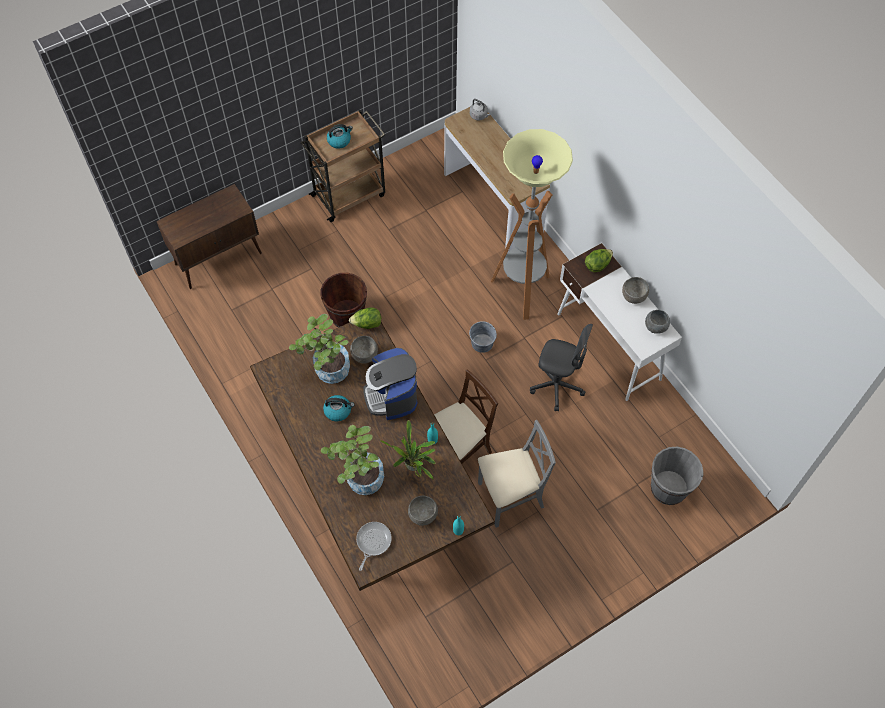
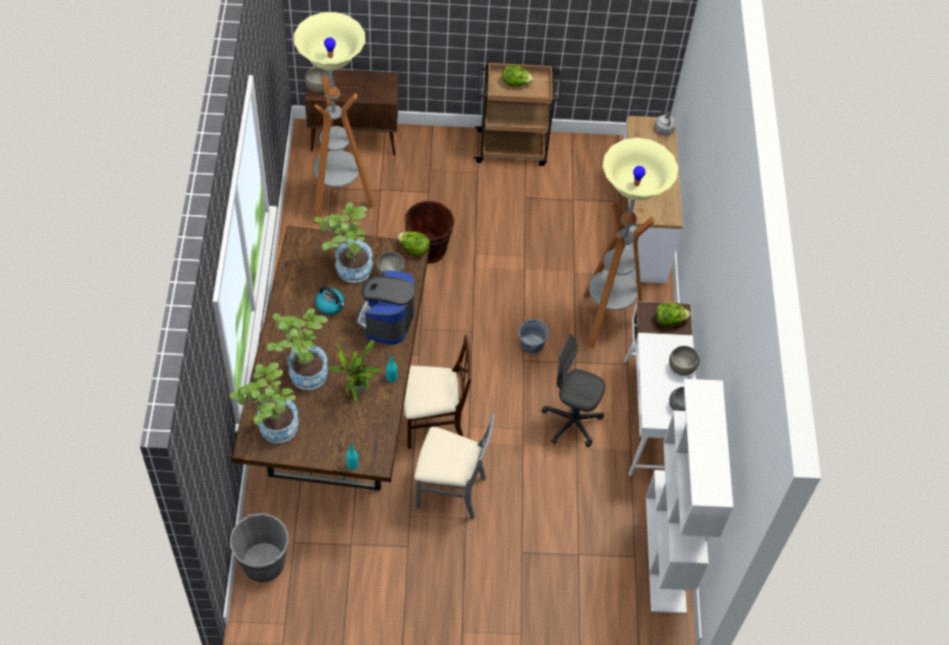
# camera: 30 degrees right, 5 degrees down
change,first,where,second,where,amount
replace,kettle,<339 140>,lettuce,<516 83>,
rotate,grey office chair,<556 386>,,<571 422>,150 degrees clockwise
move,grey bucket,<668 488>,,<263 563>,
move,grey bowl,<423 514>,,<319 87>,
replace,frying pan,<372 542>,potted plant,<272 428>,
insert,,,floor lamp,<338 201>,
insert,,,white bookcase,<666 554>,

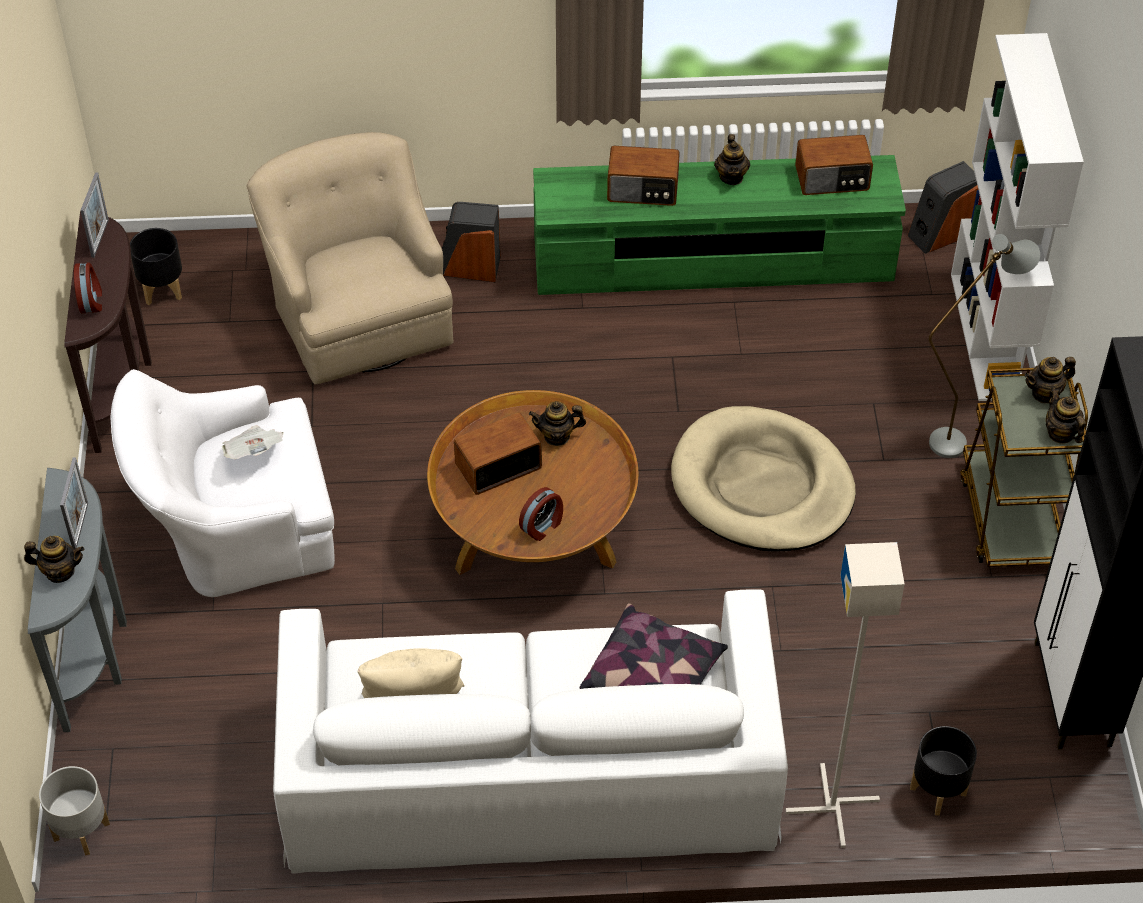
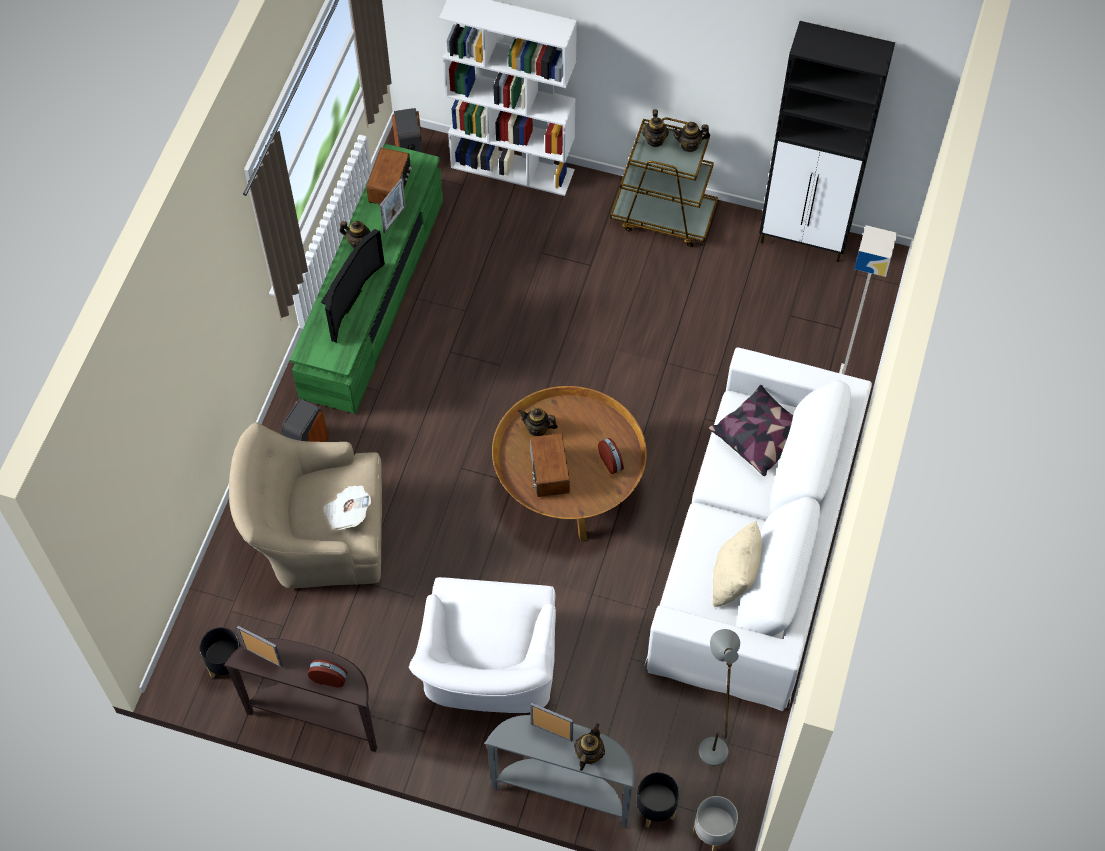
# camera: 70 degrees left, 10 degrees up
change,first,where,second,where,amount
replace,radio,<643 190>,television,<346 299>,
move,grey floor lamp,<959 438>,,<711 741>,
rotate,teapot,<557 436>,,<537 429>,90 degrees clockwise
delete,beige dog bed,<762 486>,,,
move,newspaper,<254 452>,,<347 513>,
move,black planter,<938 791>,,<656 809>,
insert,,,picture frame,<394 219>,

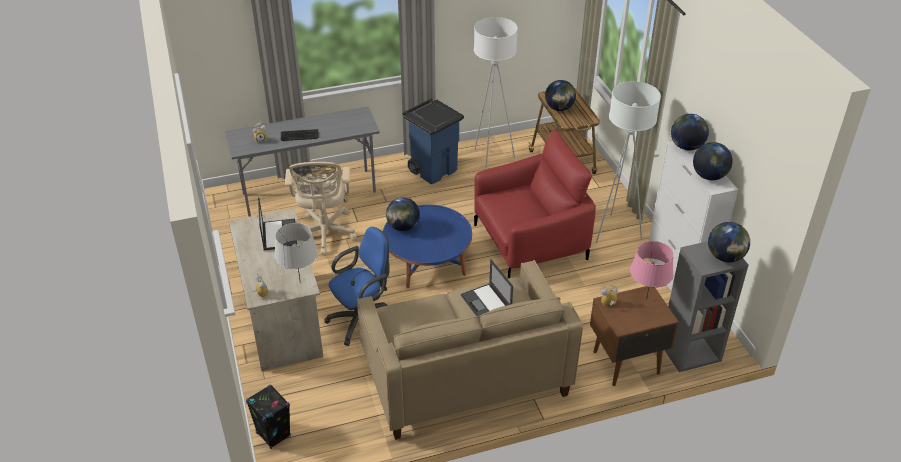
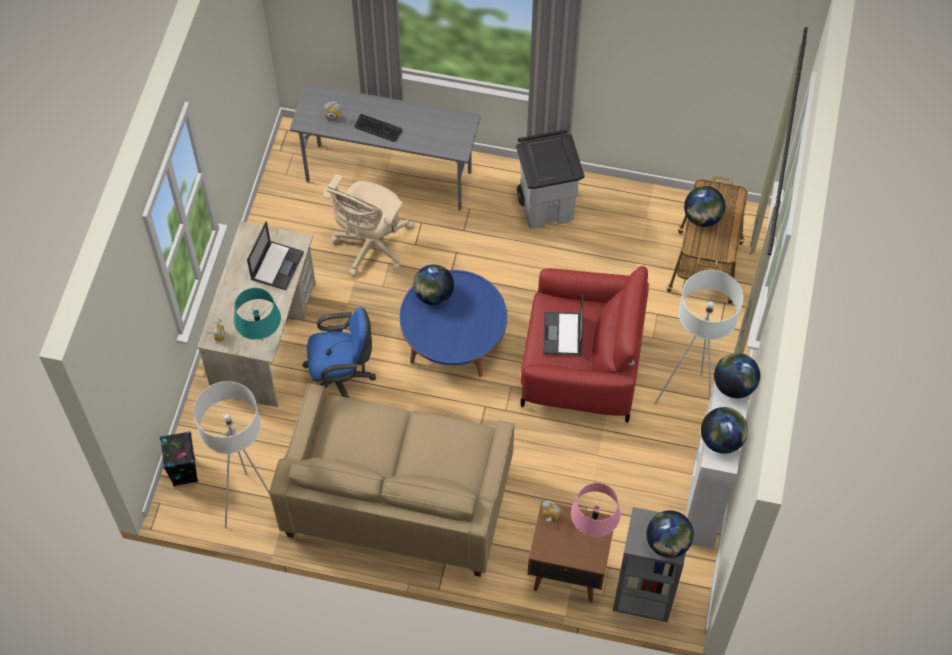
# camera: 30 degrees right, 20 degrees up
change,first,where,second,where,amount
move,white floor lamp,<491 160>,,<252 505>,
recolor,blue trash can,<433 170>,grey trash can,<547 206>,
recolor,grey table lamp,<300 282>,turquoise table lamp,<261 339>,
move,laptop,<486 303>,,<562 334>,

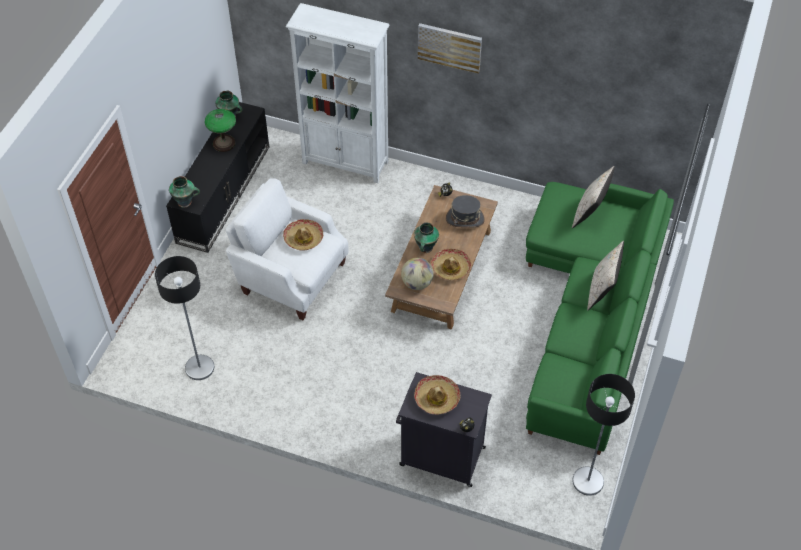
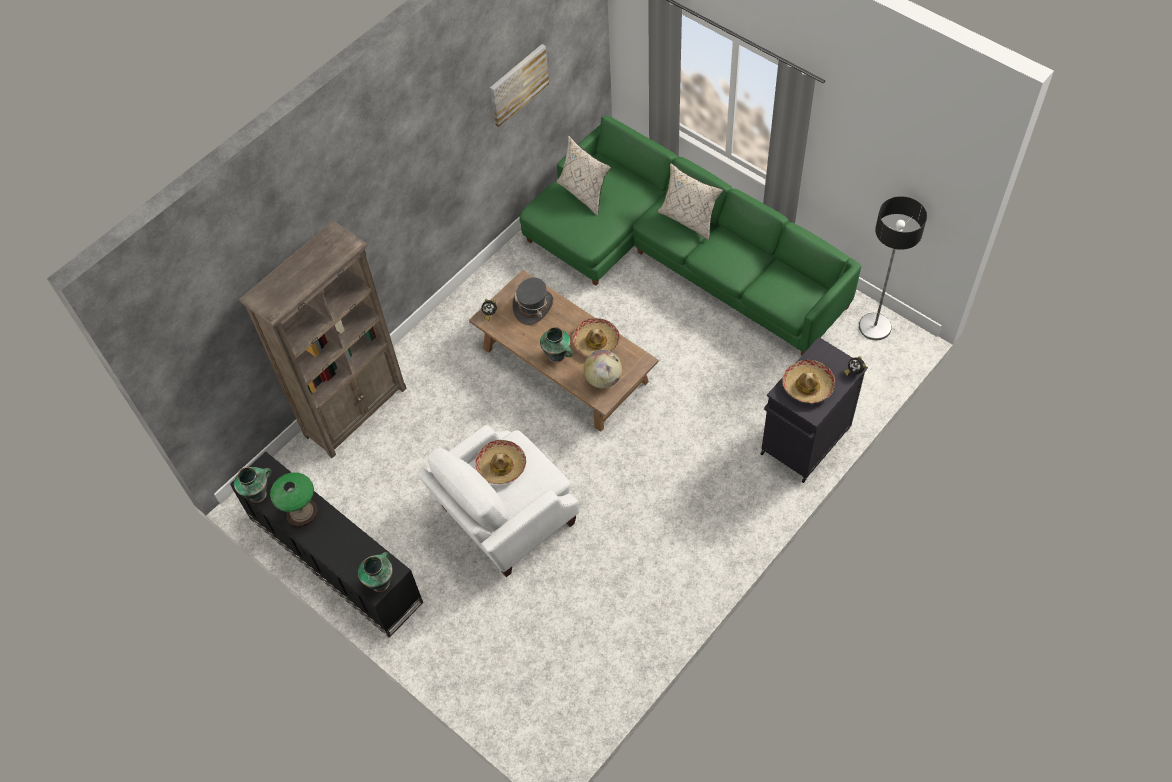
# camera: 65 degrees left, 5 degrees up
change,first,where,second,where,amount
recolor,white bookcase,<346 162>,brown bookcase,<356 411>,
move,picture,<449 47>,,<518 84>,
delete,floor lamp,<200 368>,,,

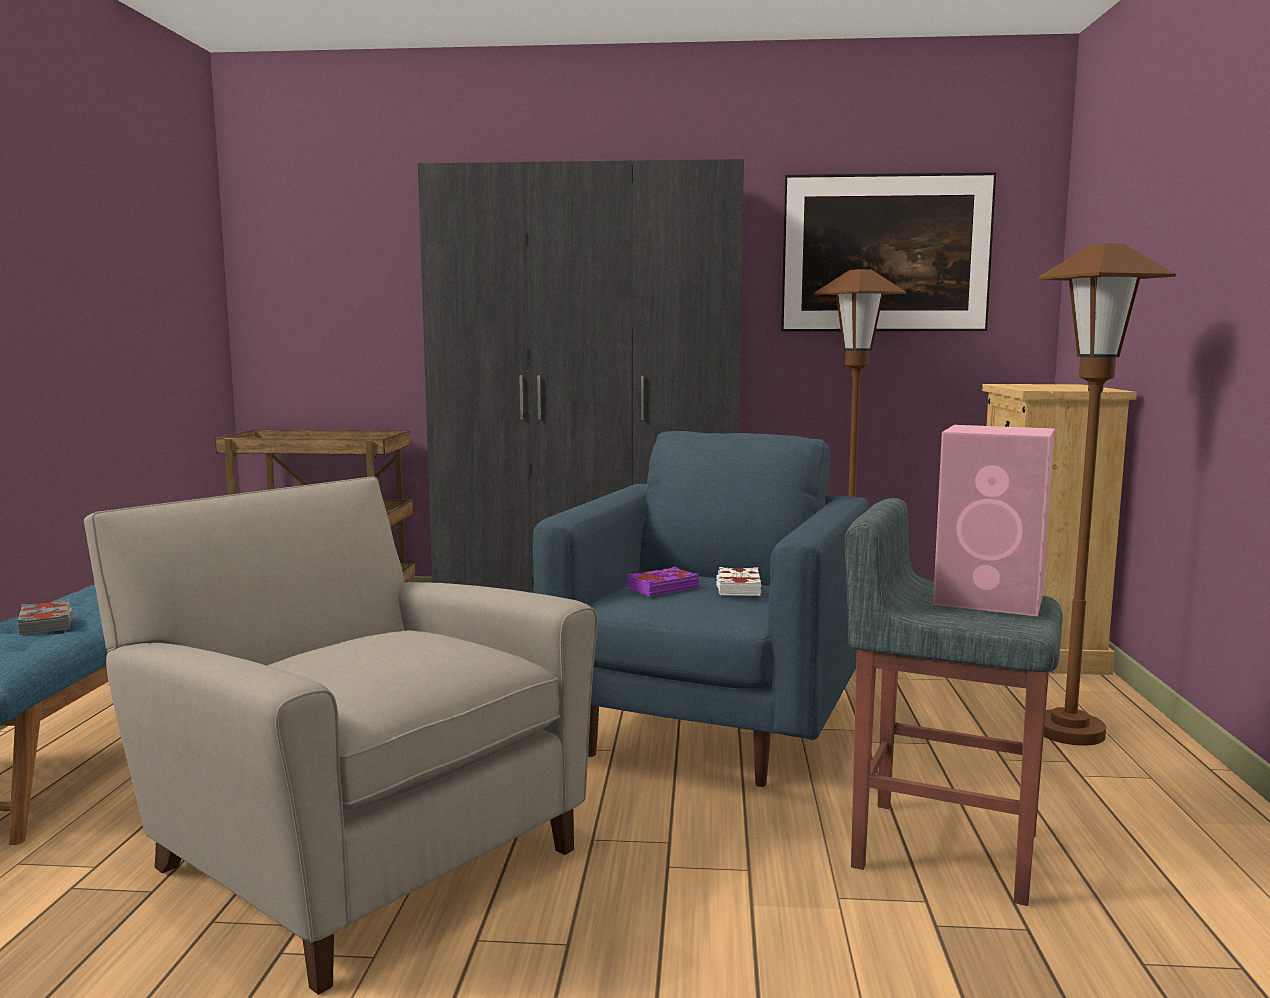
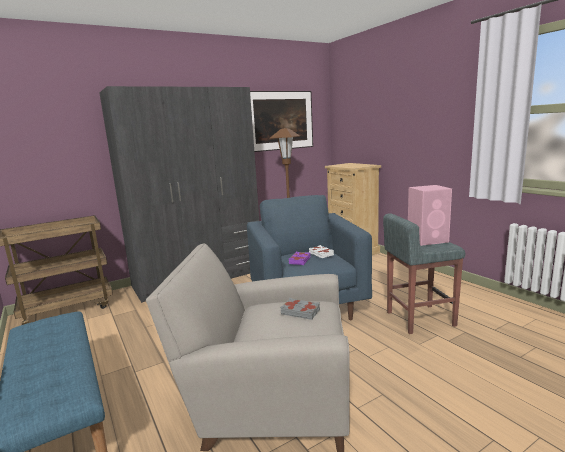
# camera: 35 degrees left, 5 degrees up
change,first,where,second,where,amount
delete,brown floor lamp,<1069 732>,,,
move,grey book,<47 624>,,<300 312>,

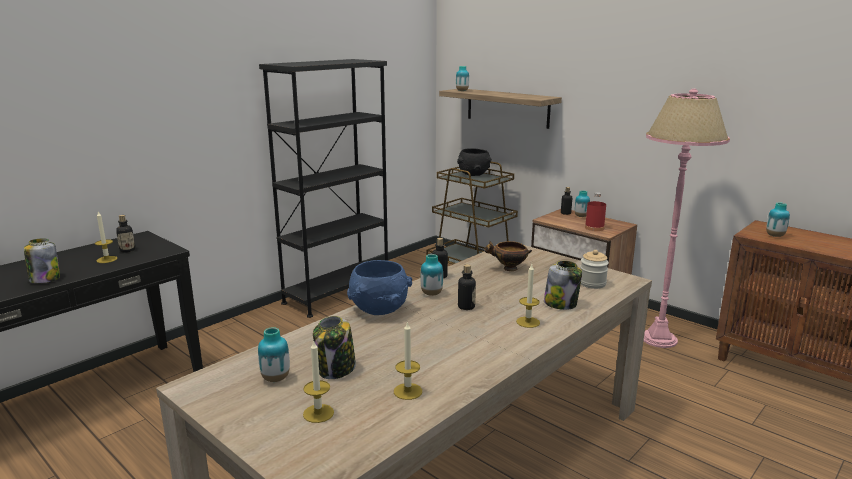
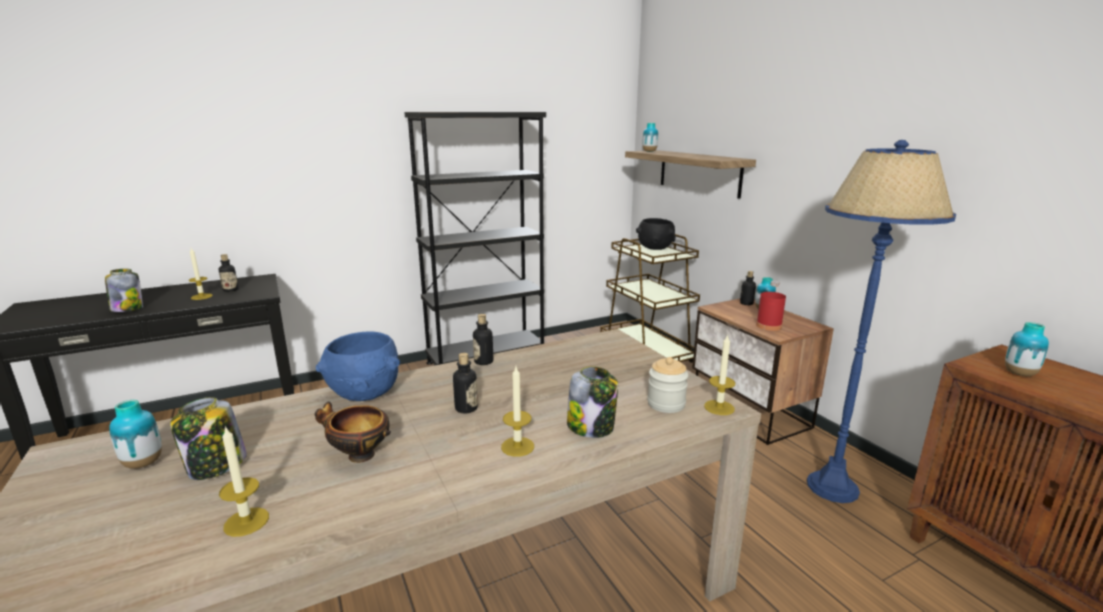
# camera: 20 degrees right, 0 degrees up
change,first,where,second,where,amount
recolor,pink floor lamp,<658 339>,blue floor lamp,<832 487>,
move,bowl,<508 269>,,<358 455>,
delete,vase,<431 294>,,,
move,candle,<318 413>,,<719 407>,

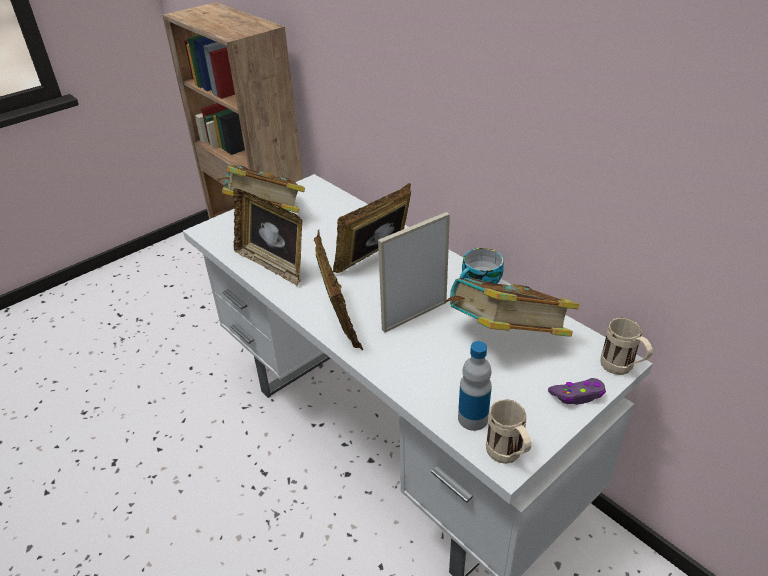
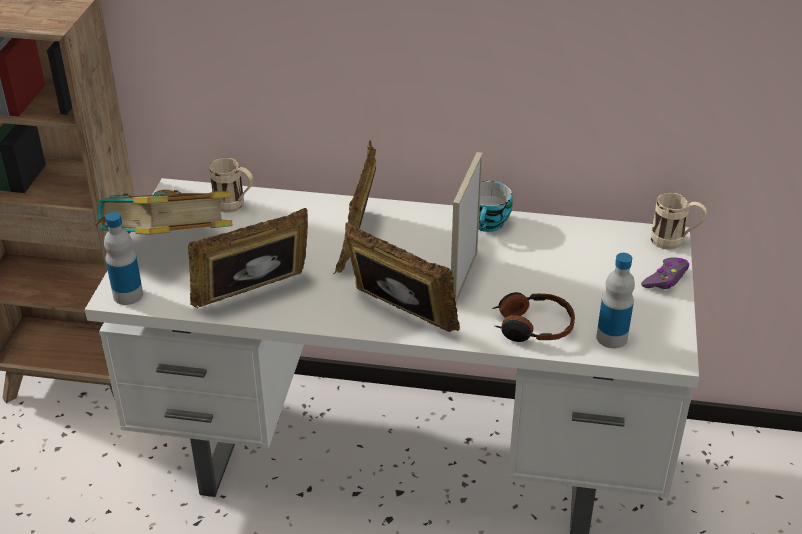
# camera: 40 degrees left, 0 degrees up
change,first,where,second,where,amount
rotate,picture frame,<273 264>,,<254 296>,150 degrees clockwise
delete,book,<505 338>,,,
move,beige mug,<507 456>,,<235 206>,
insert,,,bottle,<128 295>,
insert,,,headphones,<532 326>,

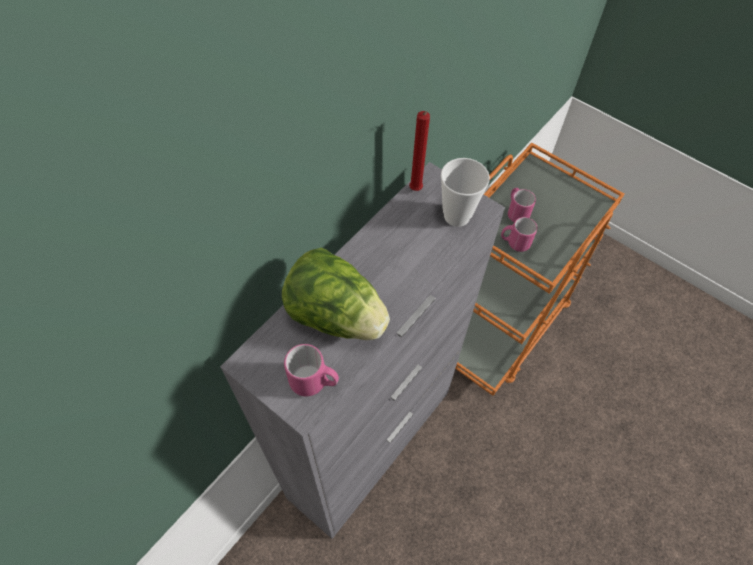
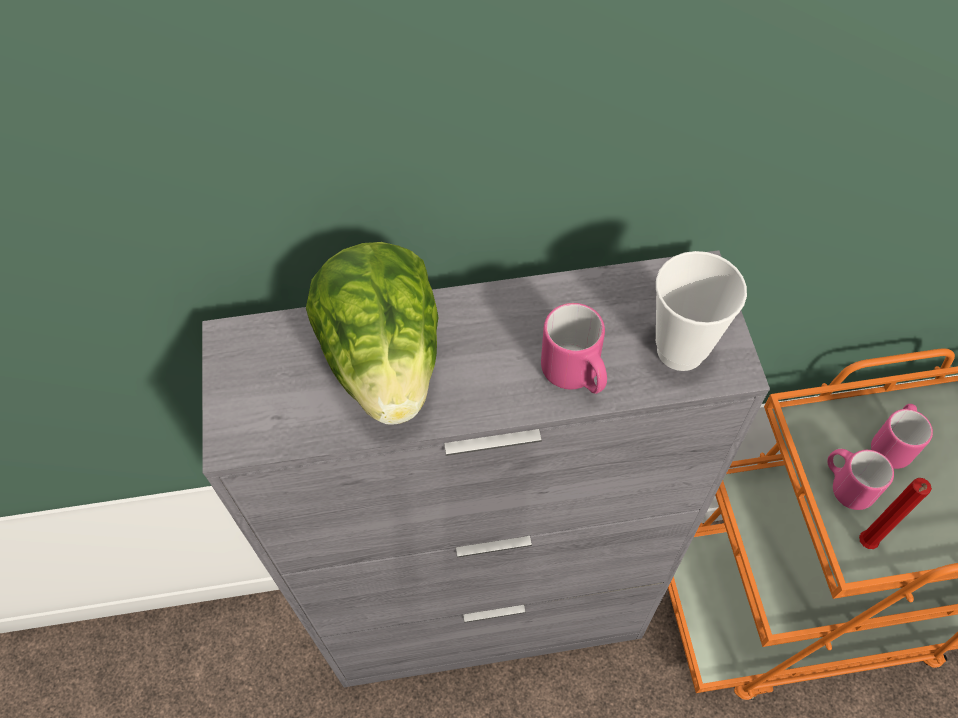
# camera: 45 degrees right, 0 degrees up
change,first,where,second,where,amount
move,red candle,<415 191>,,<864 544>,
move,pink mug,<314 382>,,<575 375>,

